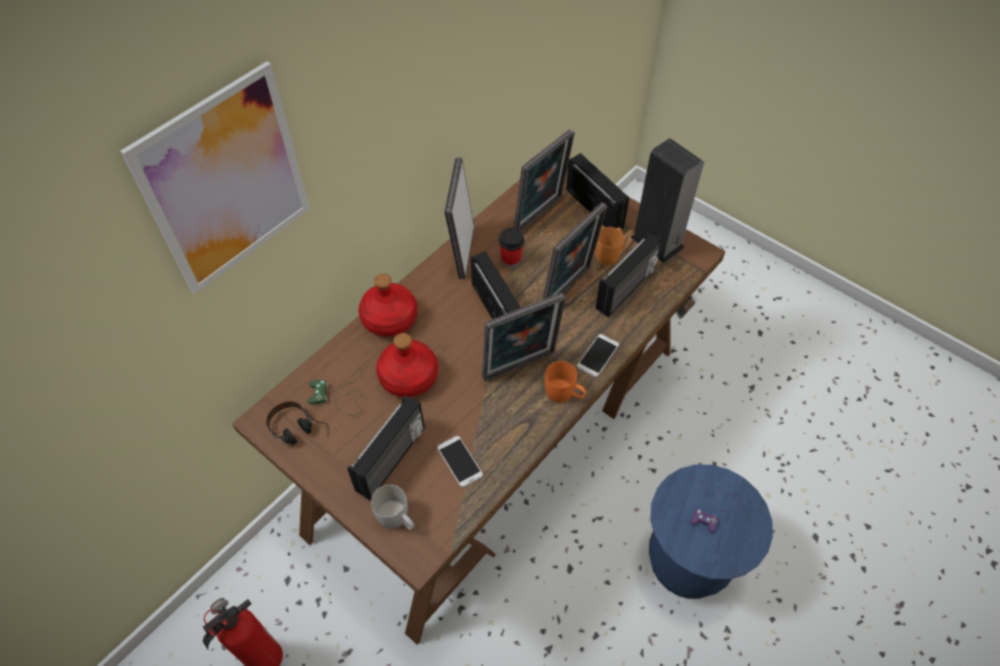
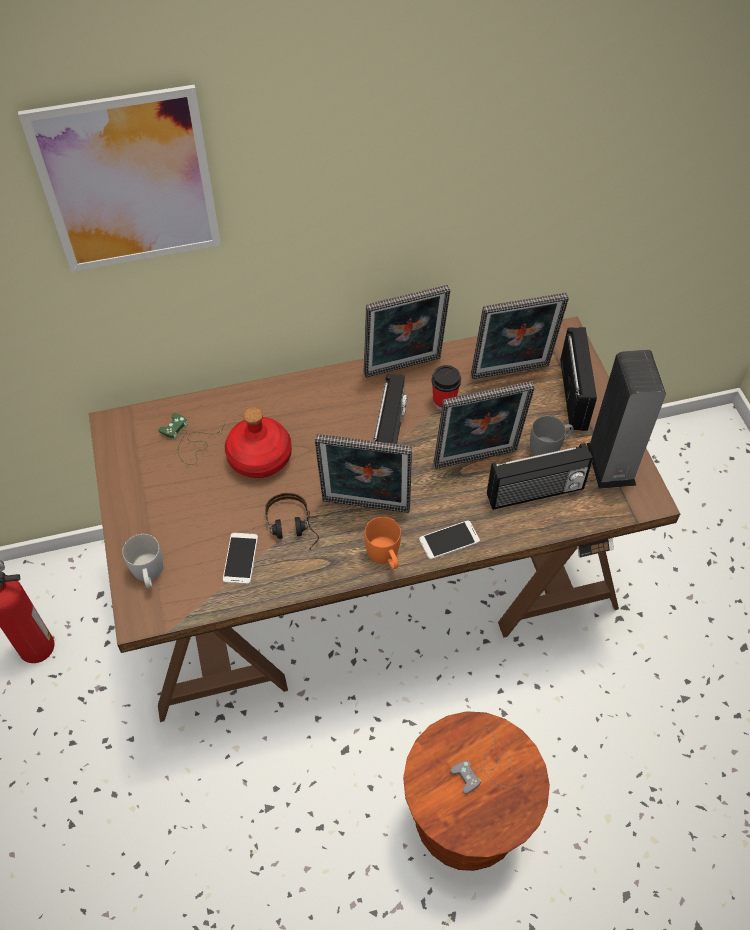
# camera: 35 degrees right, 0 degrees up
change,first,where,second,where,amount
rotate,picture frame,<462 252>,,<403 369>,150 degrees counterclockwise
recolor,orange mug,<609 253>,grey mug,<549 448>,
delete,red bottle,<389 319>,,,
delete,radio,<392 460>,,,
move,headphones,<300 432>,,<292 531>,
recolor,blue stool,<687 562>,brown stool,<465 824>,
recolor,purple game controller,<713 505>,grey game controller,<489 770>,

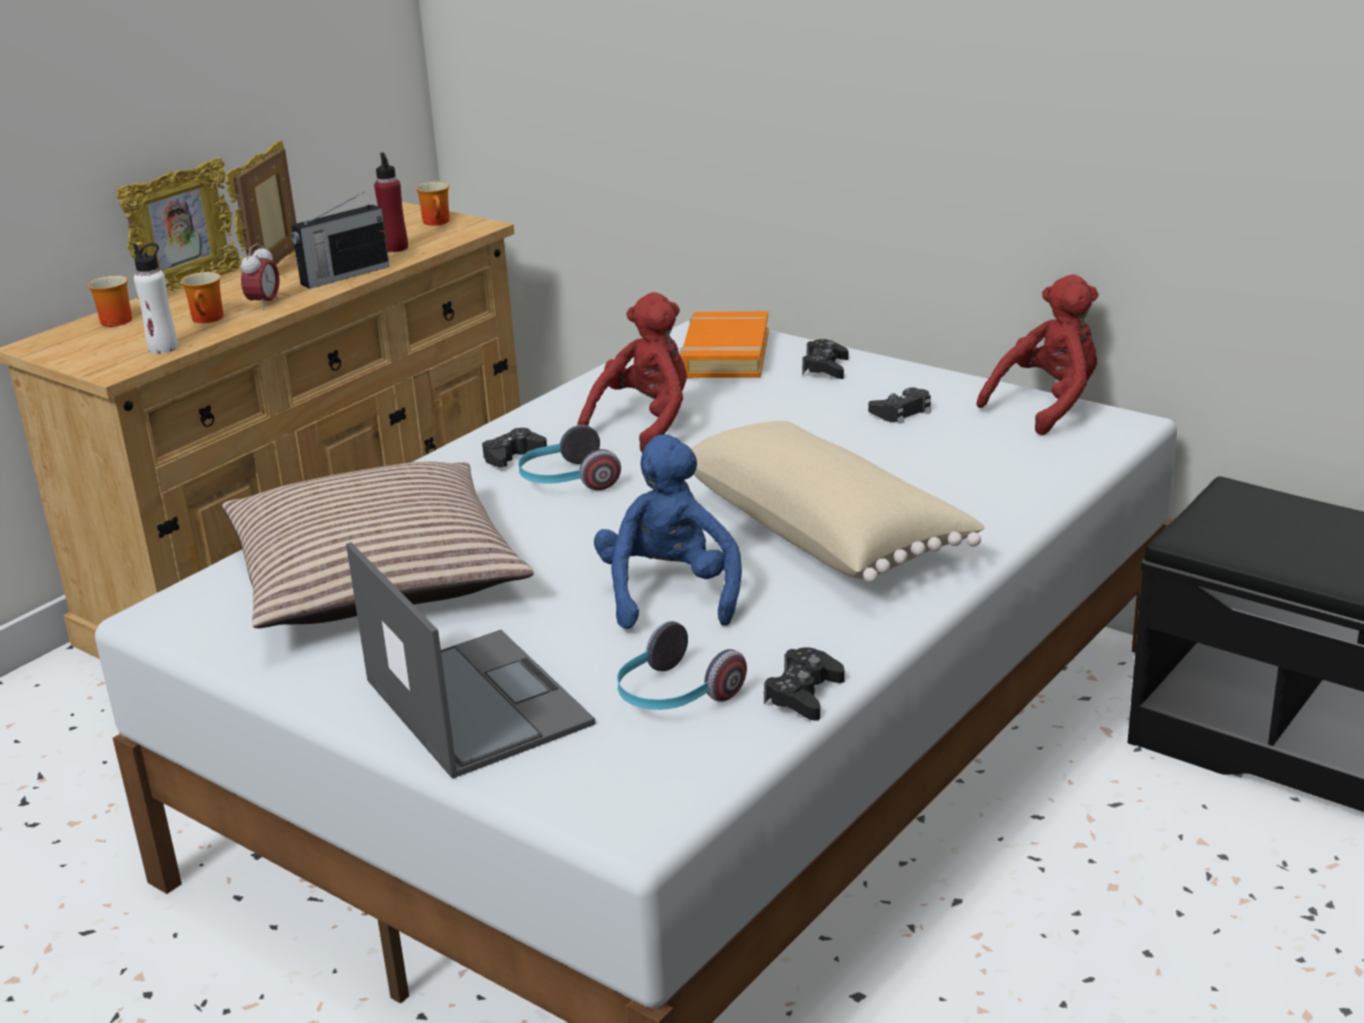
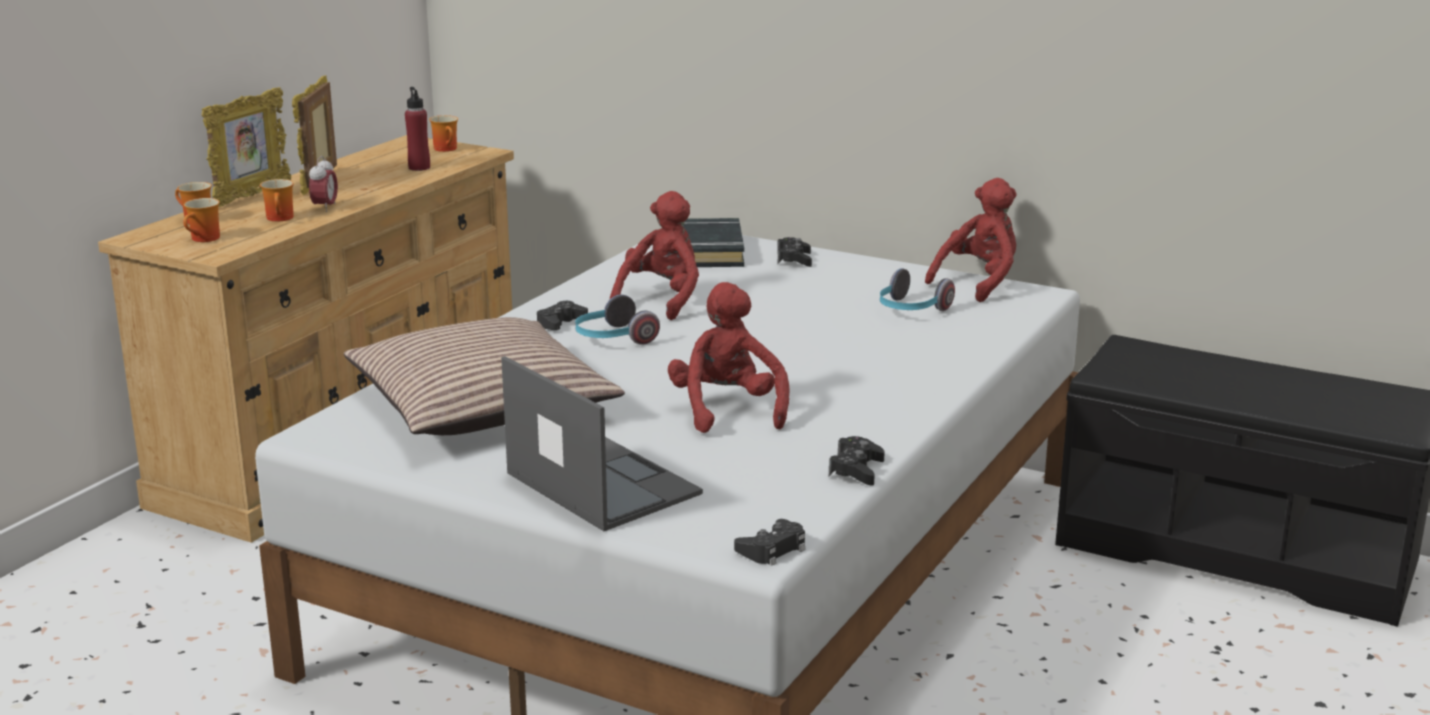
# camera: 10 degrees left, 5 degrees down
change,first,where,second,where,amount
delete,radio,<343 275>,,,
delete,white bottle,<163 348>,,,
recolor,orange book,<725 355>,black book,<708 251>,
move,black game controller,<902 412>,,<772 549>,
delete,beige pillow,<824 531>,,,
recolor,blue plush toy,<669 593>,red plush toy,<727 410>,
move,headphones,<674 696>,,<911 310>,
insert,,,mug,<205 239>,

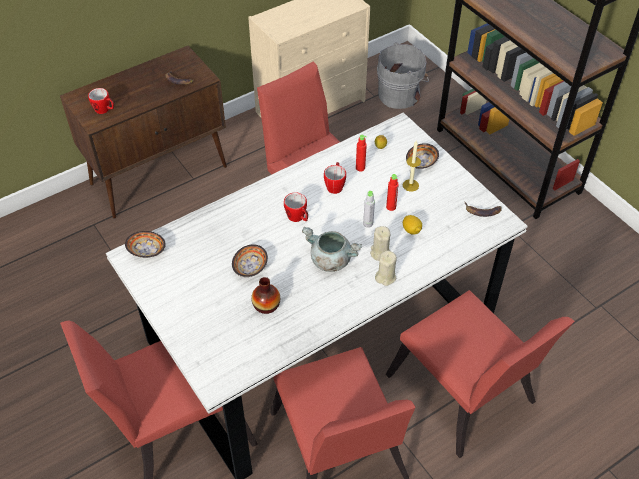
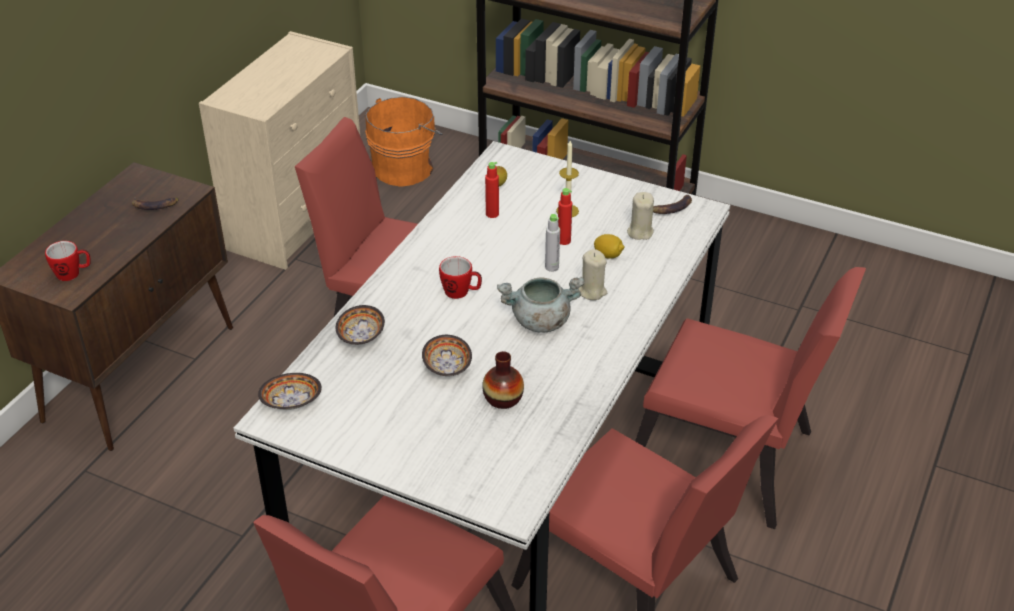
# camera: 30 degrees left, 10 degrees down
change,first,where,second,where,amount
recolor,grey bucket,<401 94>,orange bucket,<405 167>,
move,bowl,<422 163>,,<362 336>,
delete,mug,<335 185>,,,
move,beige candle,<385 277>,,<640 232>,

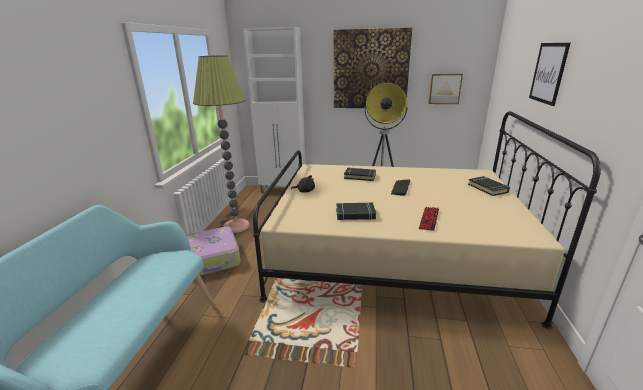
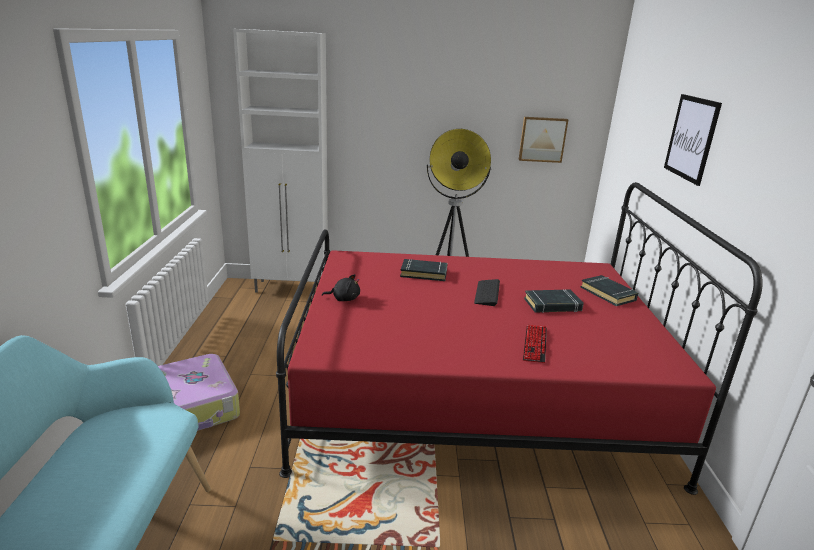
# camera: 10 degrees left, 0 degrees up
change,first,where,second,where,amount
delete,picture,<370 70>,,,
delete,floor lamp,<236 226>,,,
recolor,beige bed,<392 254>,red bed,<473 391>,
move,black book,<355 214>,,<552 305>,

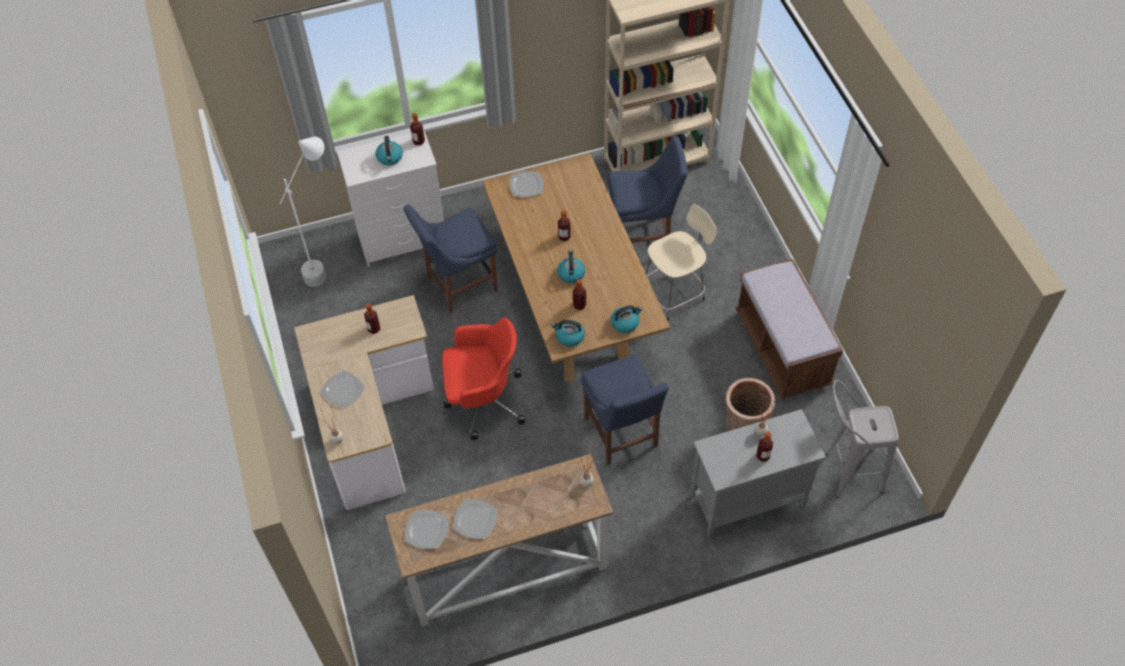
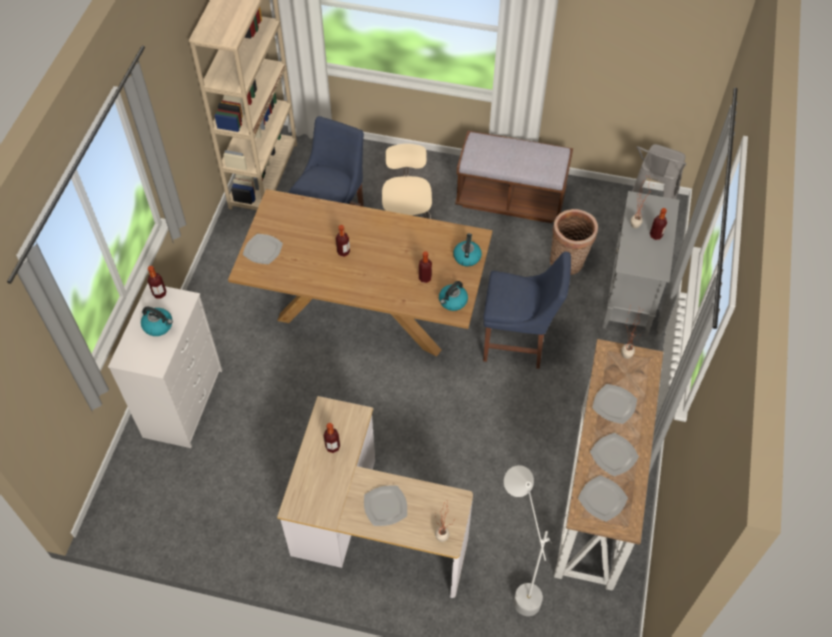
# camera: 60 degrees left, 0 degrees up
change,first,where,second,where,amount
move,white floor lamp,<327 264>,,<515 582>,
delete,blue chair,<458 285>,,,
delete,kettle,<571 273>,,,
delete,red office chair,<483 400>,,,
insert,,,plate,<614 404>,

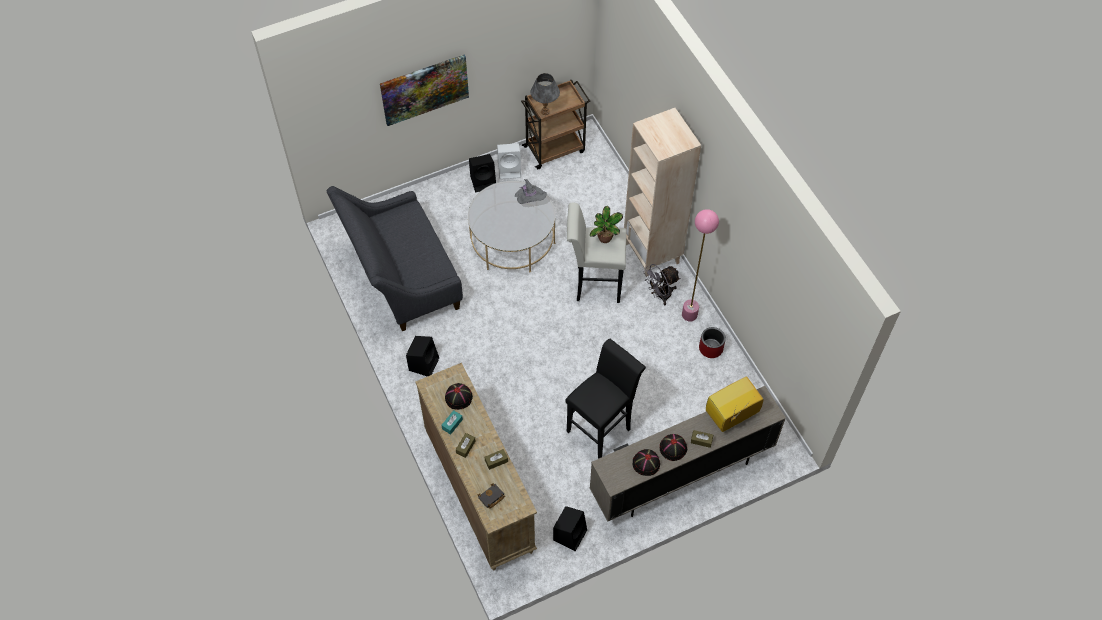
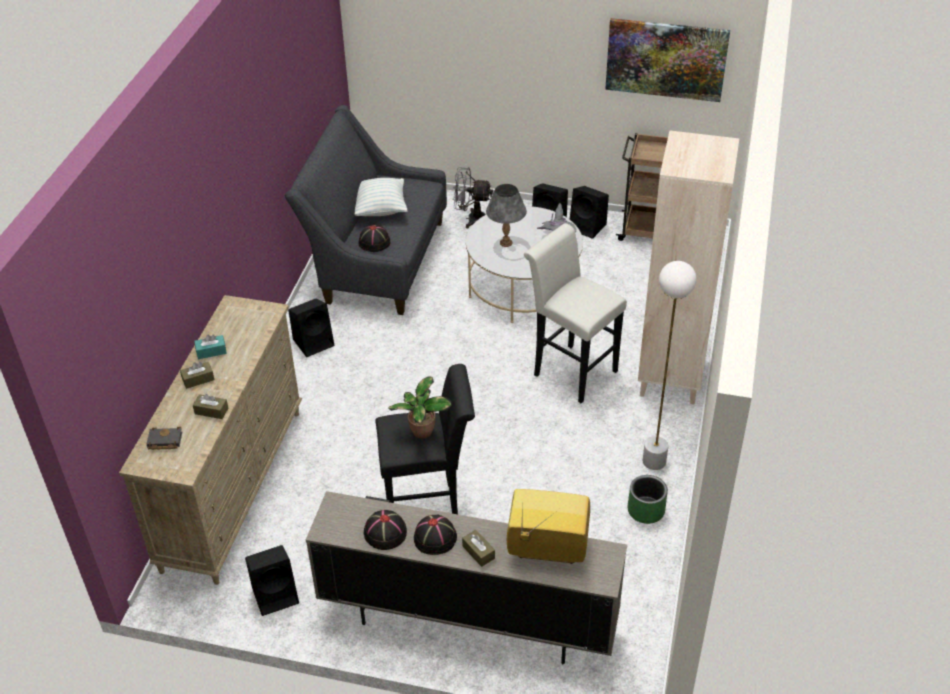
# camera: 40 degrees right, 15 degrees down
change,first,where,second,where,amount
move,picture,<424 89>,,<666 59>,
move,grey table lamp,<545 111>,,<506 242>,
recolor,white speaker,<510 169>,black speaker,<588 227>,
move,potted plant,<605 239>,,<421 432>,
recolor,pink floor lamp,<689 315>,white floor lamp,<654 461>,
move,grey fan,<660 295>,,<471 219>,
recolor,red planter,<711 348>,green planter,<646 510>,
move,black hat,<459 397>,,<374 242>,
insert,,,pillow,<380 209>,

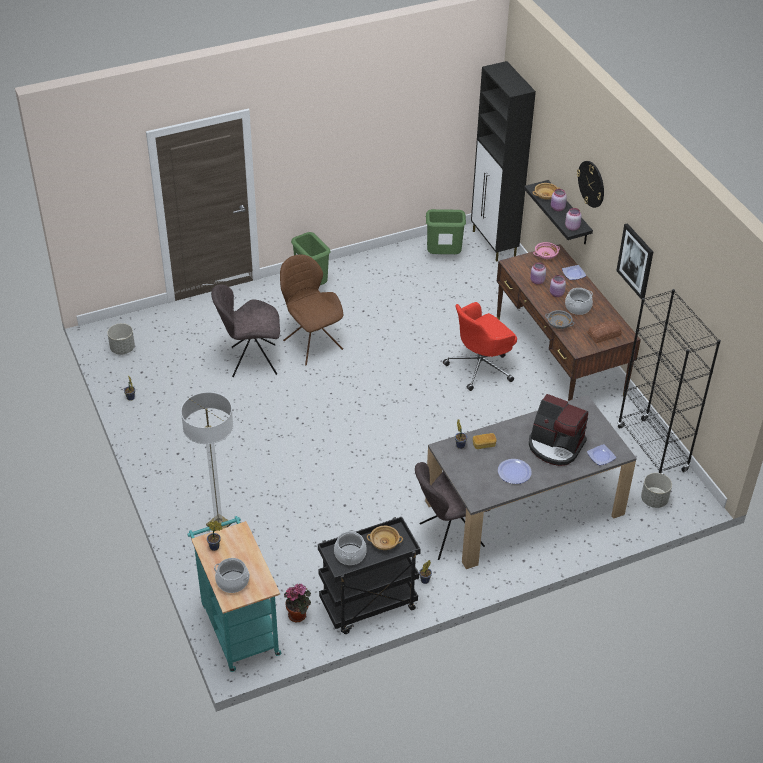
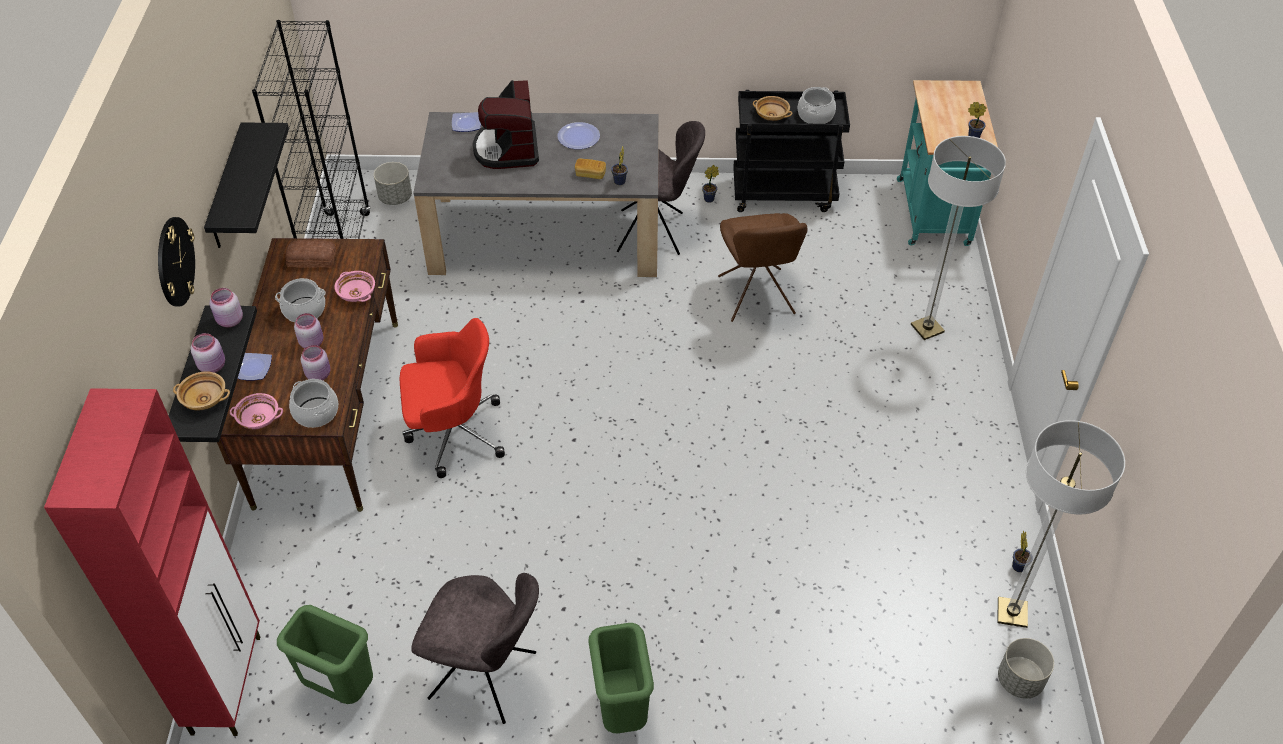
# camera: 155 degrees left, 5 degrees up
change,first,where,second,where,amount
recolor,black cabinet,<494 244>,red cabinet,<227 683>,
replace,picture,<636 261>,black shelf,<228 188>,
move,brown chair,<311 343>,,<756 297>,
move,grey chair,<251 361>,,<487 677>,
recolor,grey bowl,<558 324>,pink bowl,<357 293>,
rotate,coffee machine,<555 446>,,<507 149>,150 degrees counterclockwise
move,cooking pot,<233 581>,,<316 412>,
delete,potted plant,<299 615>,,,
insert,,,floor lamp,<1012 613>,

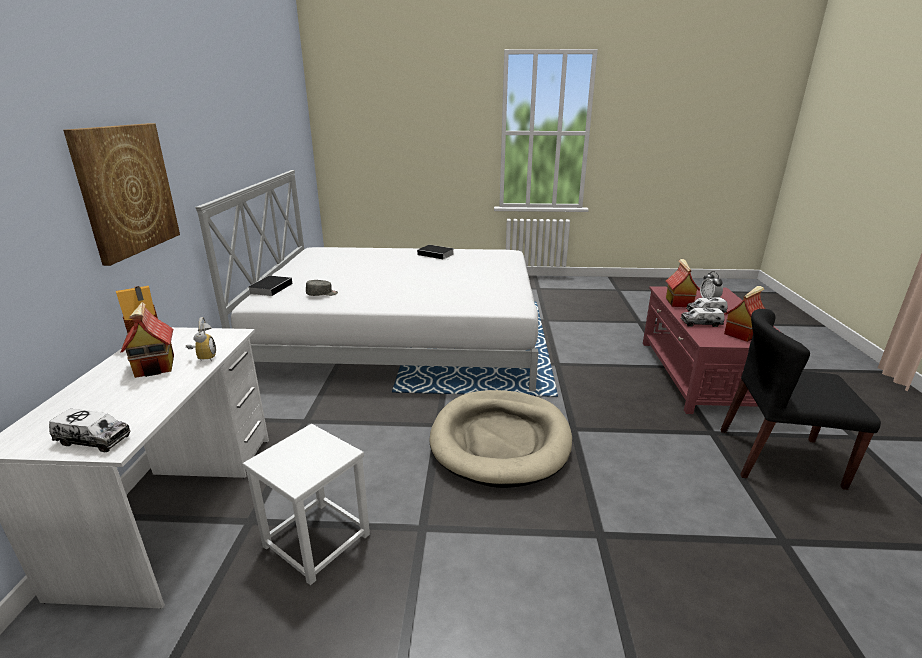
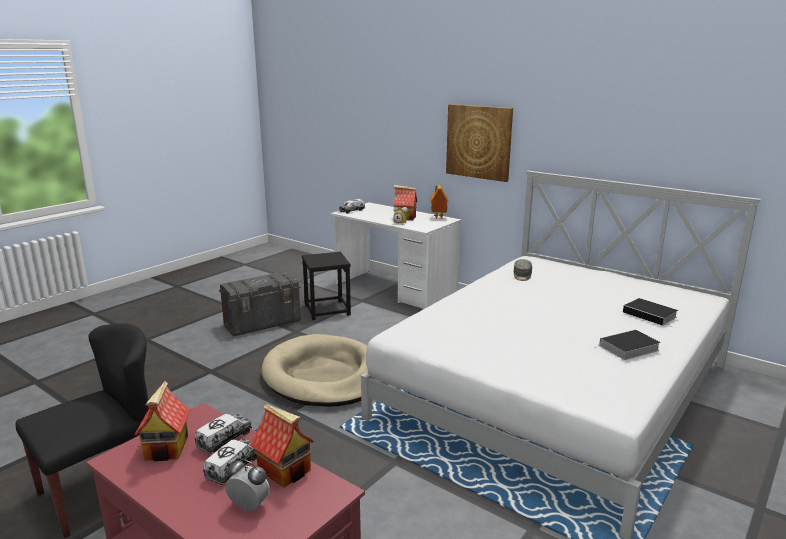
# camera: 125 degrees right, 5 degrees down
change,first,where,second,where,amount
move,book,<271 288>,,<651 315>,
recolor,white stool,<317 541>,black stool,<327 310>,
insert,,,grey storage box,<263 323>,

